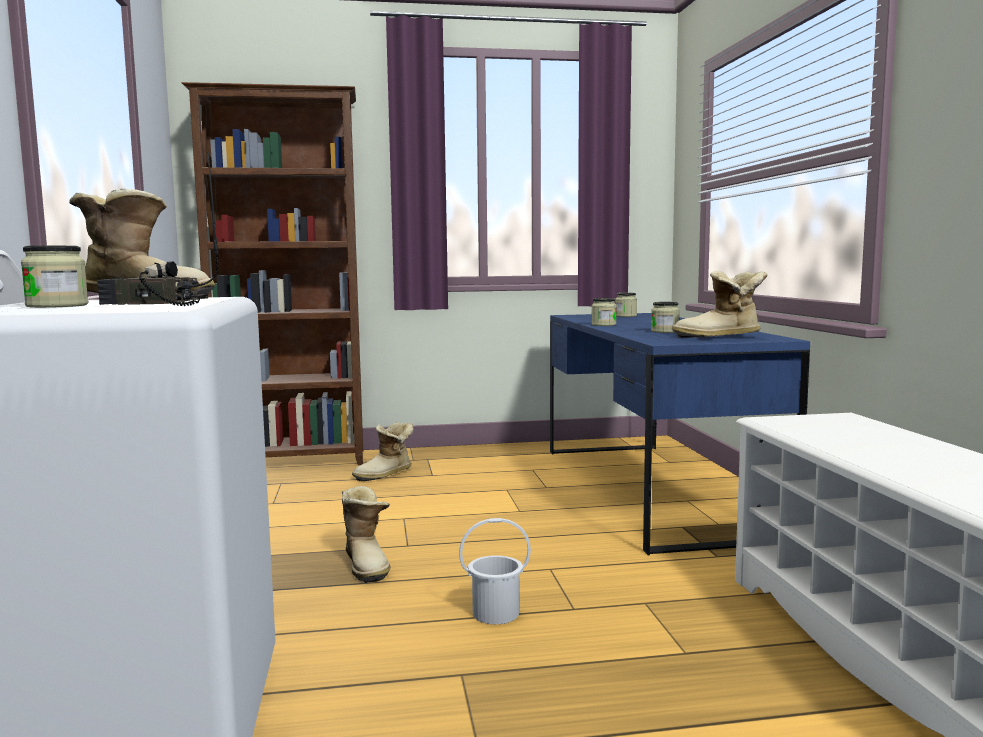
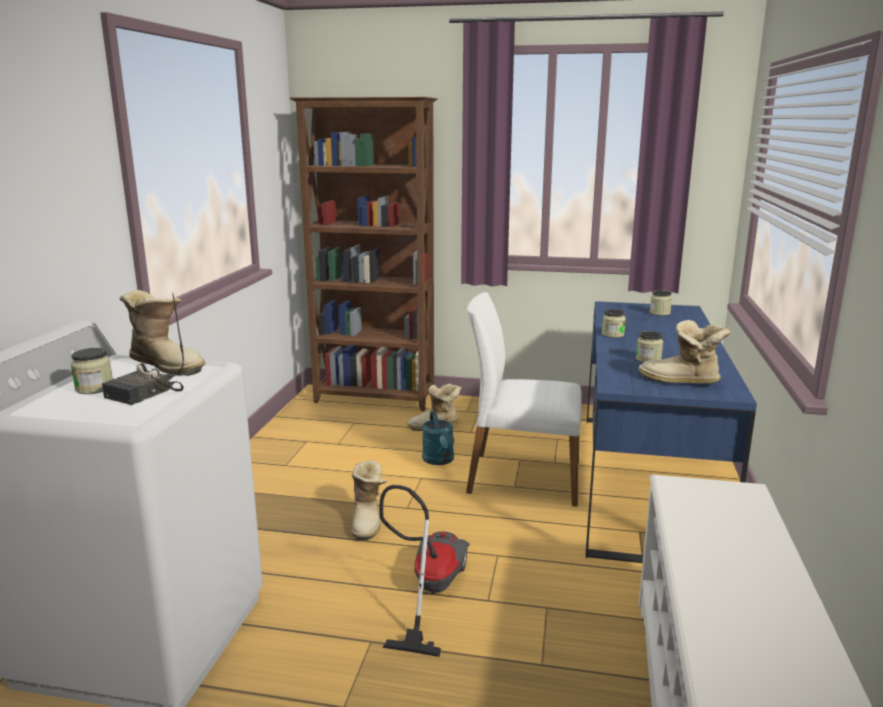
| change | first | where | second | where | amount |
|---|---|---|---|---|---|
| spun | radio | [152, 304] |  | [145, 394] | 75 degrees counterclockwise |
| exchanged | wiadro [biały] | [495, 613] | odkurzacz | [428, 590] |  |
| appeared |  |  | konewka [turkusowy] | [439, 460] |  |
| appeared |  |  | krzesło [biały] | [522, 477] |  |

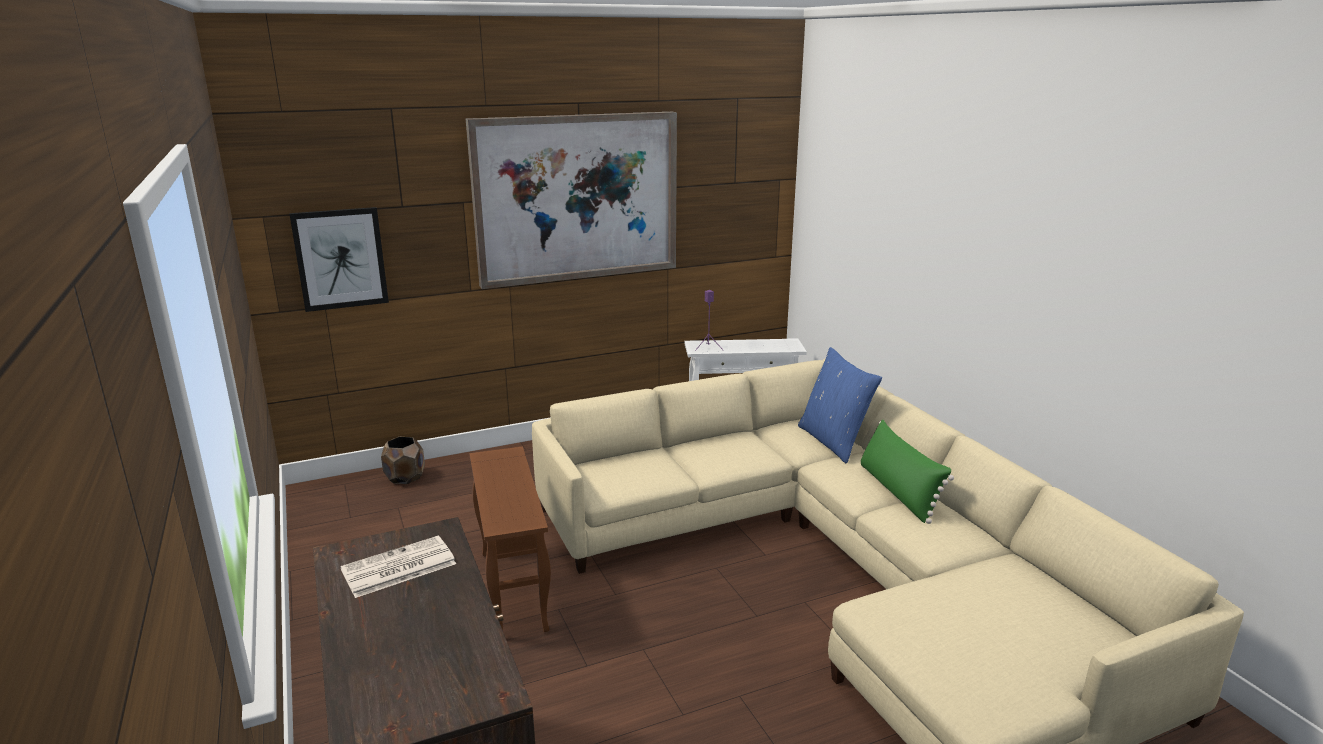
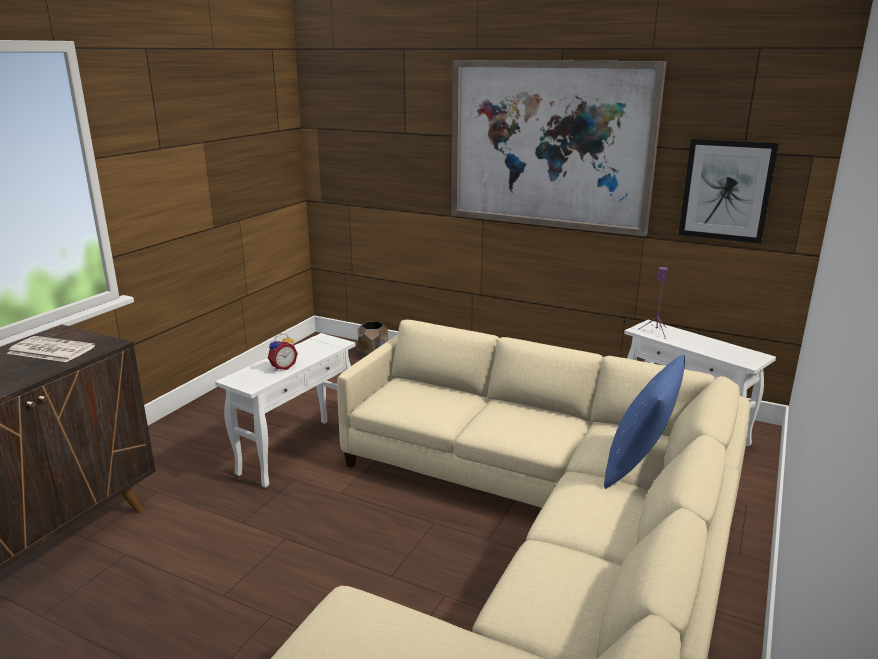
| change | first | where | second | where | amount |
|---|---|---|---|---|---|
| relocated | obraz | [340, 259] |  | [726, 190] |  |
| colour | stolik [brązowy] | [513, 590] | stolik [biały] | [297, 452] |  |
| missing | poduszka [zielony] | [898, 492] |  |  |  |
| appeared |  |  | budzik | [282, 367] |  |

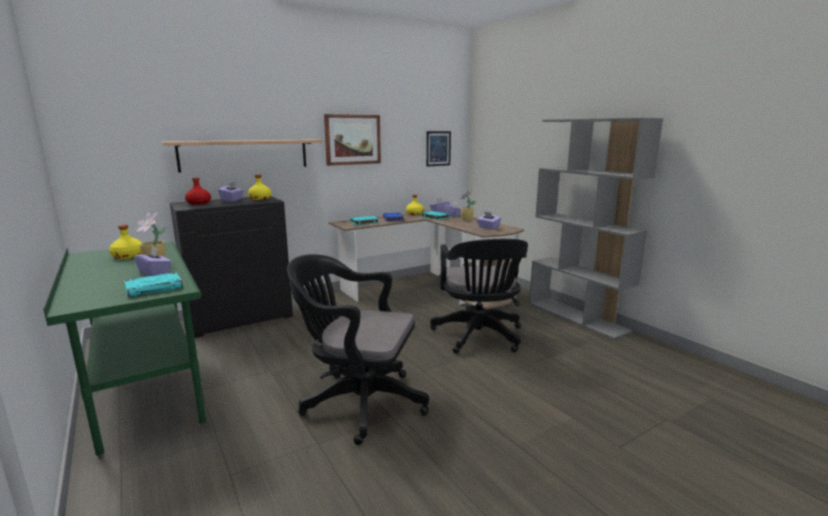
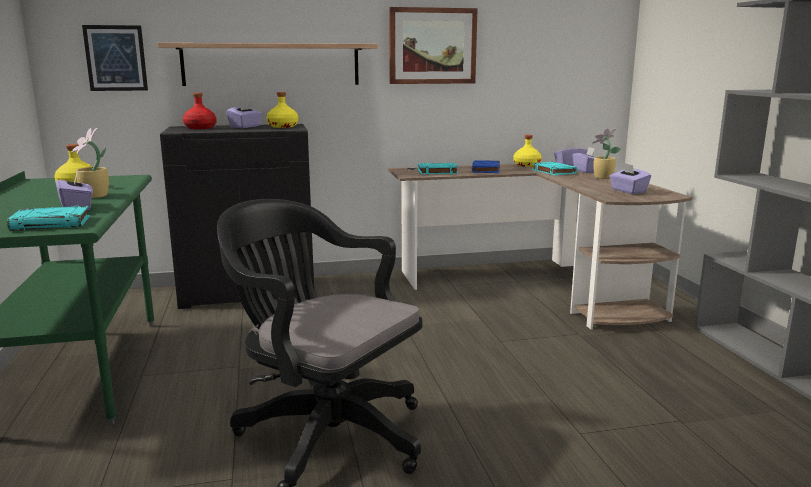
| change | first | where | second | where | amount |
|---|---|---|---|---|---|
| relocated | obraz | [438, 148] |  | [115, 58] |  |
| missing | krzesło biurowe [czarny] | [479, 337] |  |  |  |

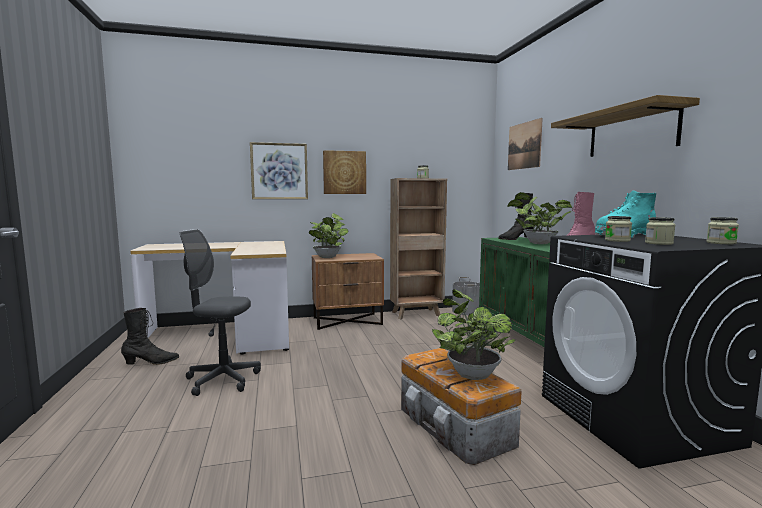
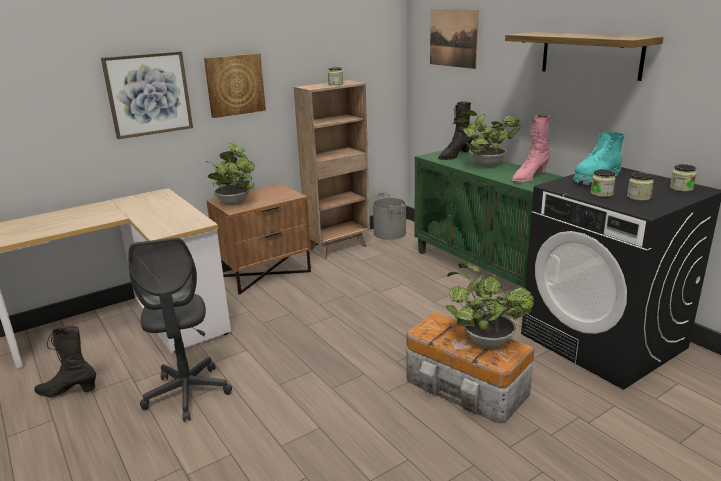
| change | first | where | second | where | amount |
|---|---|---|---|---|---|
| spun | but z cholewką [czarny] | [151, 362] |  | [68, 391] | 135 degrees counterclockwise |
| spun | krzesło biurowe [szary] | [222, 380] |  | [187, 393] | 90 degrees counterclockwise |

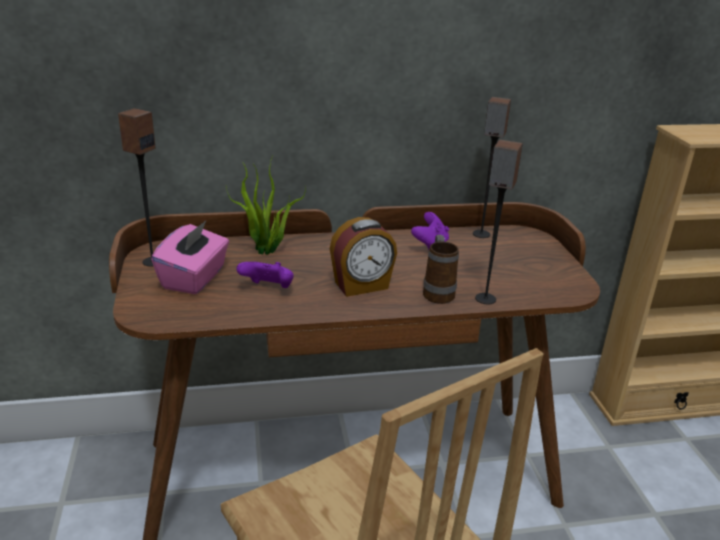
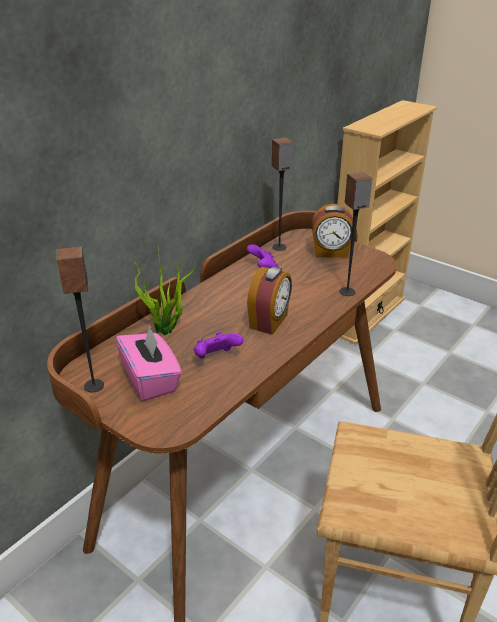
| change | first | where | second | where | amount |
|---|---|---|---|---|---|
| missing | kubek | [437, 292] |  |  |  |
| appeared |  |  | budzik | [331, 252] |  |

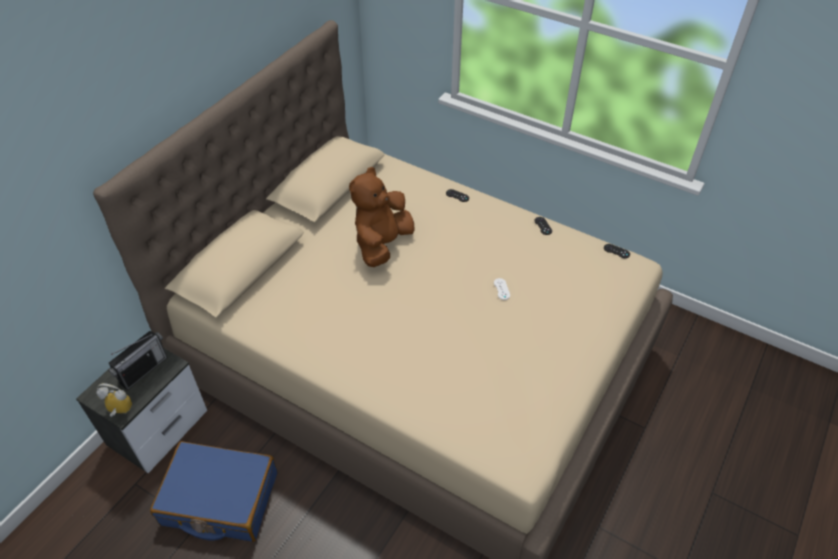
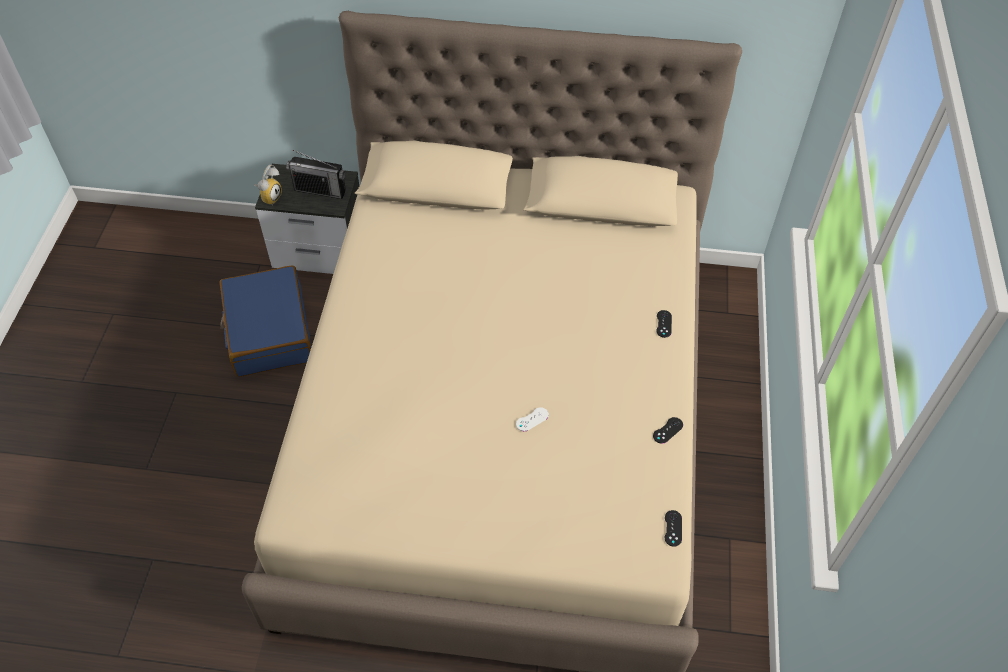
| change | first | where | second | where | amount |
|---|---|---|---|---|---|
| spun | budzik | [118, 412] |  | [270, 197] | 45 degrees clockwise |
| missing | pluszak [brązowy] | [382, 244] |  |  |  |

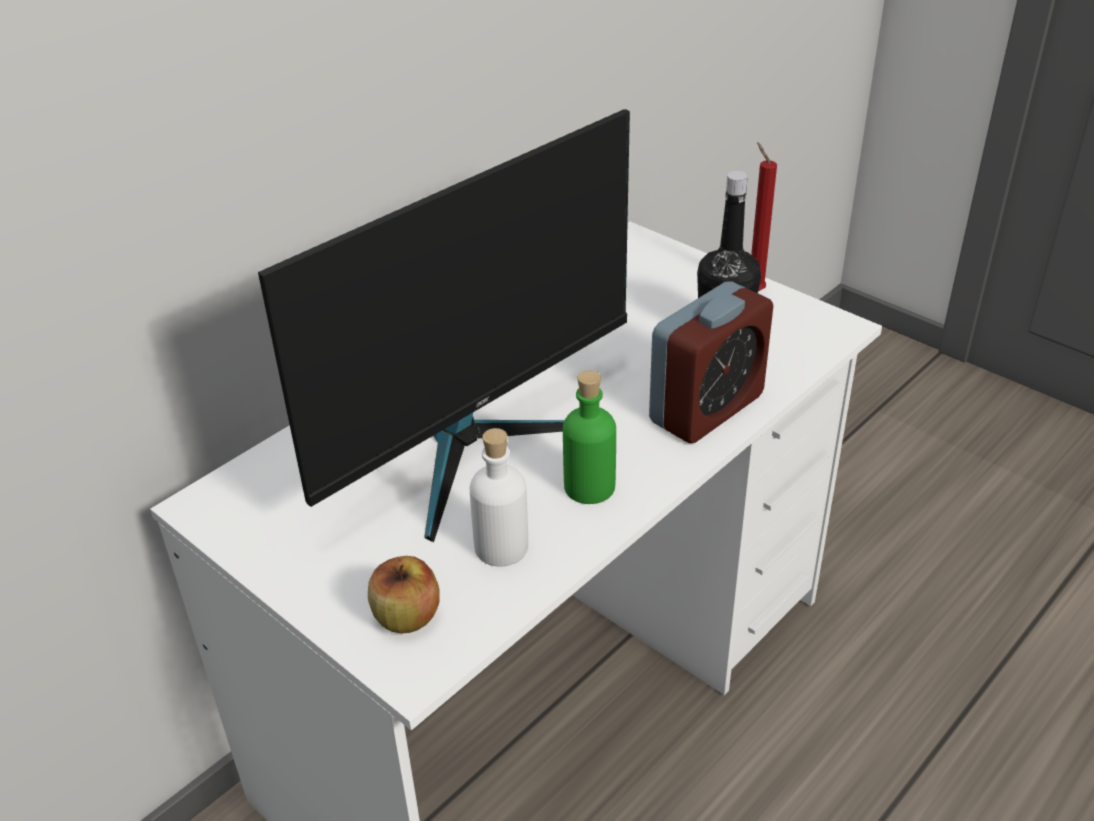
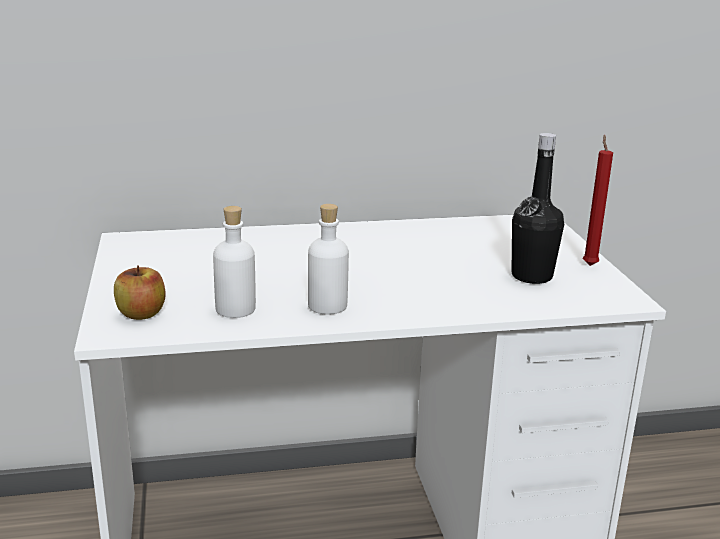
| change | first | where | second | where | amount |
|---|---|---|---|---|---|
| missing | monitor | [477, 445] |  |  |  |
| colour | butelka [zielony] | [589, 487] | butelka [biały] | [327, 306] |  |
| missing | budzik | [706, 409] |  |  |  |

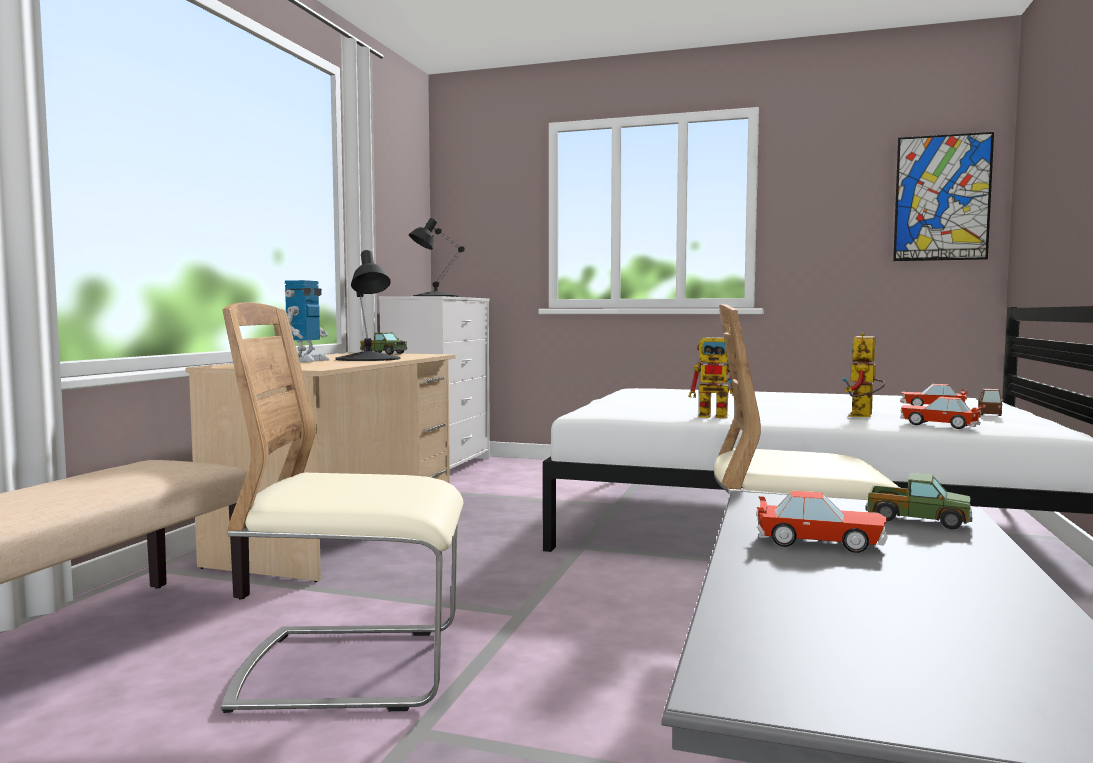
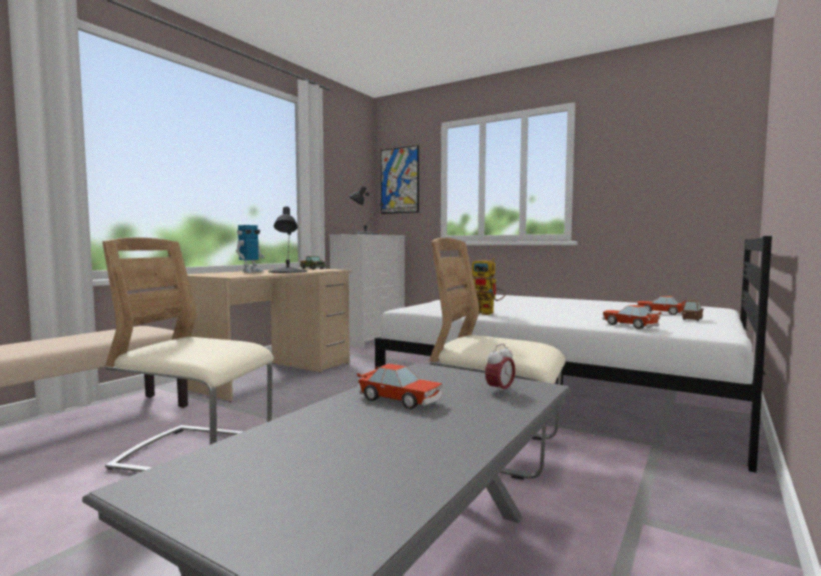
| change | first | where | second | where | amount |
|---|---|---|---|---|---|
| missing | robot zabawkowy | [863, 416] |  |  |  |
| exchanged | ciężarówka zabawkowa | [917, 520] | budzik | [500, 391] |  |
| relocated | obraz | [942, 198] |  | [399, 180] |  |

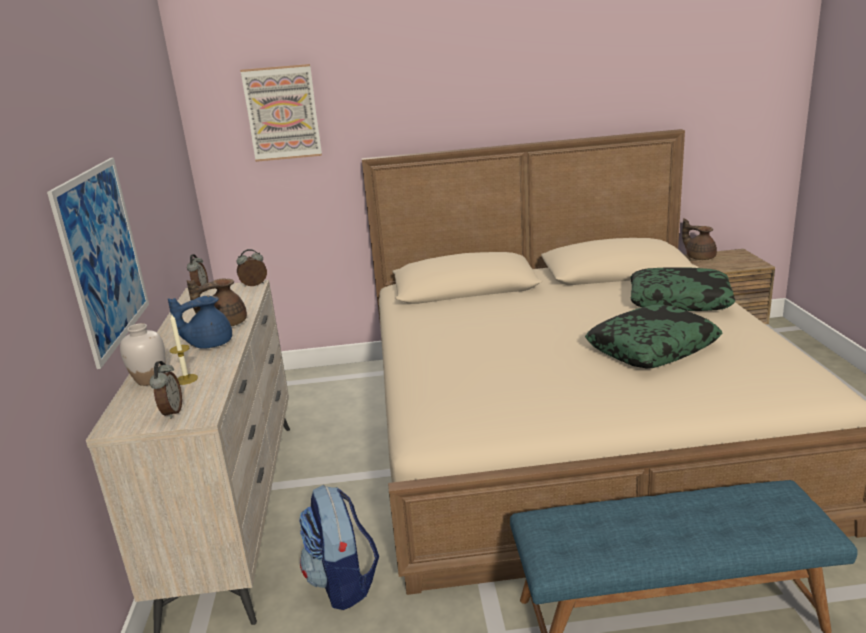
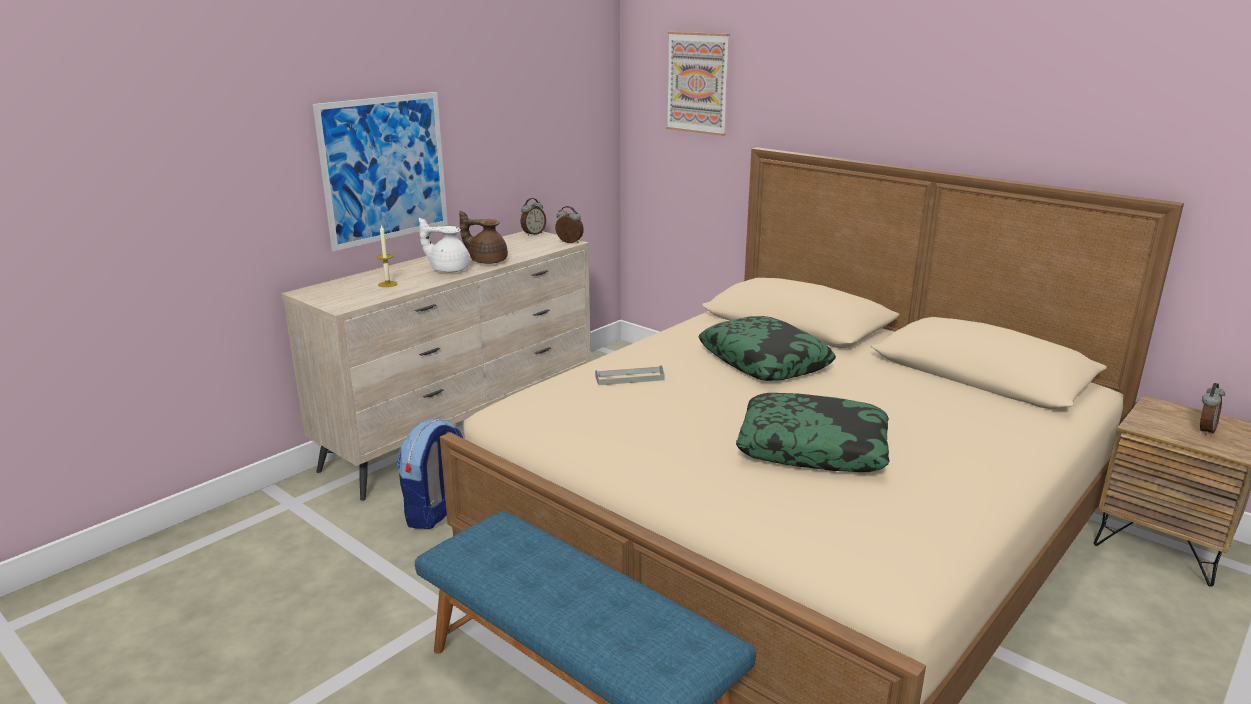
| change | first | where | second | where | amount |
|---|---|---|---|---|---|
| missing | wazon [biały] | [149, 380] |  |  |  |
| relocated | budzik | [171, 412] |  | [1204, 430] |  |
| colour | imbryk [niebieski] | [209, 344] | imbryk [biały] | [448, 269] |  |
| relocated | poduszka | [679, 300] |  | [764, 361] |  |
| missing | imbryk [brązowy] | [699, 257] |  |  |  |
| appeared |  |  | taca [szary] | [629, 378] |  |

